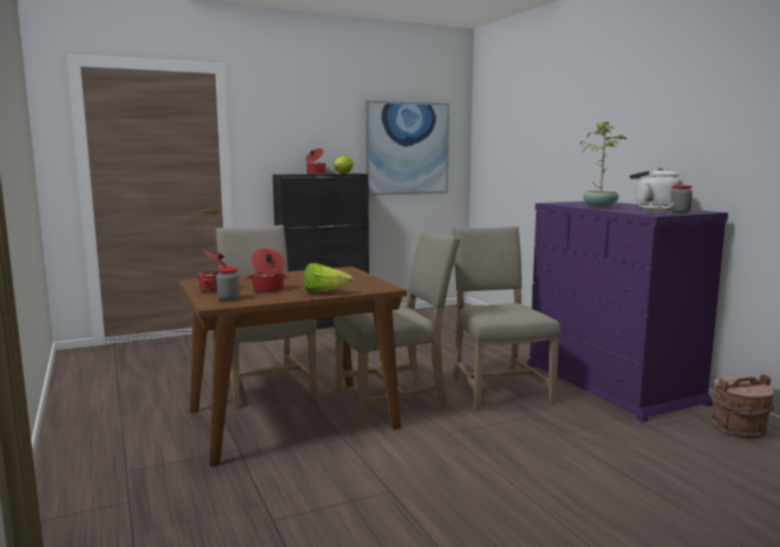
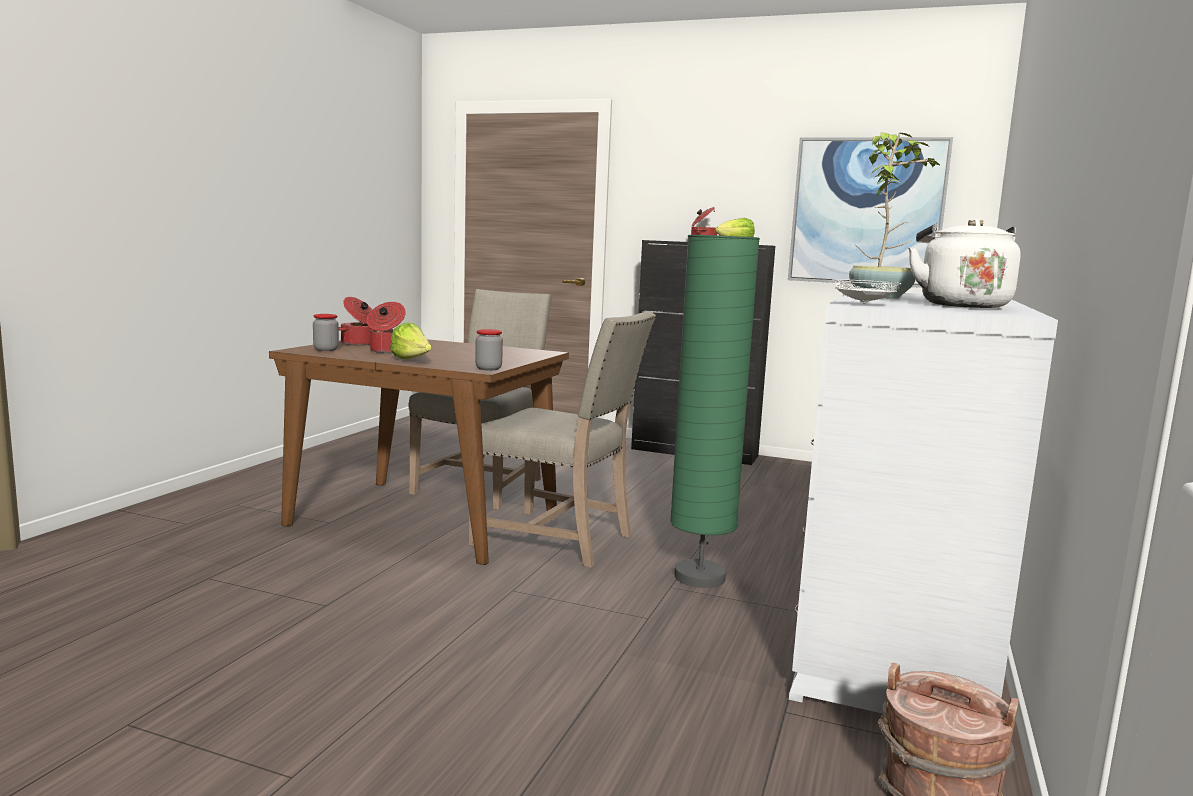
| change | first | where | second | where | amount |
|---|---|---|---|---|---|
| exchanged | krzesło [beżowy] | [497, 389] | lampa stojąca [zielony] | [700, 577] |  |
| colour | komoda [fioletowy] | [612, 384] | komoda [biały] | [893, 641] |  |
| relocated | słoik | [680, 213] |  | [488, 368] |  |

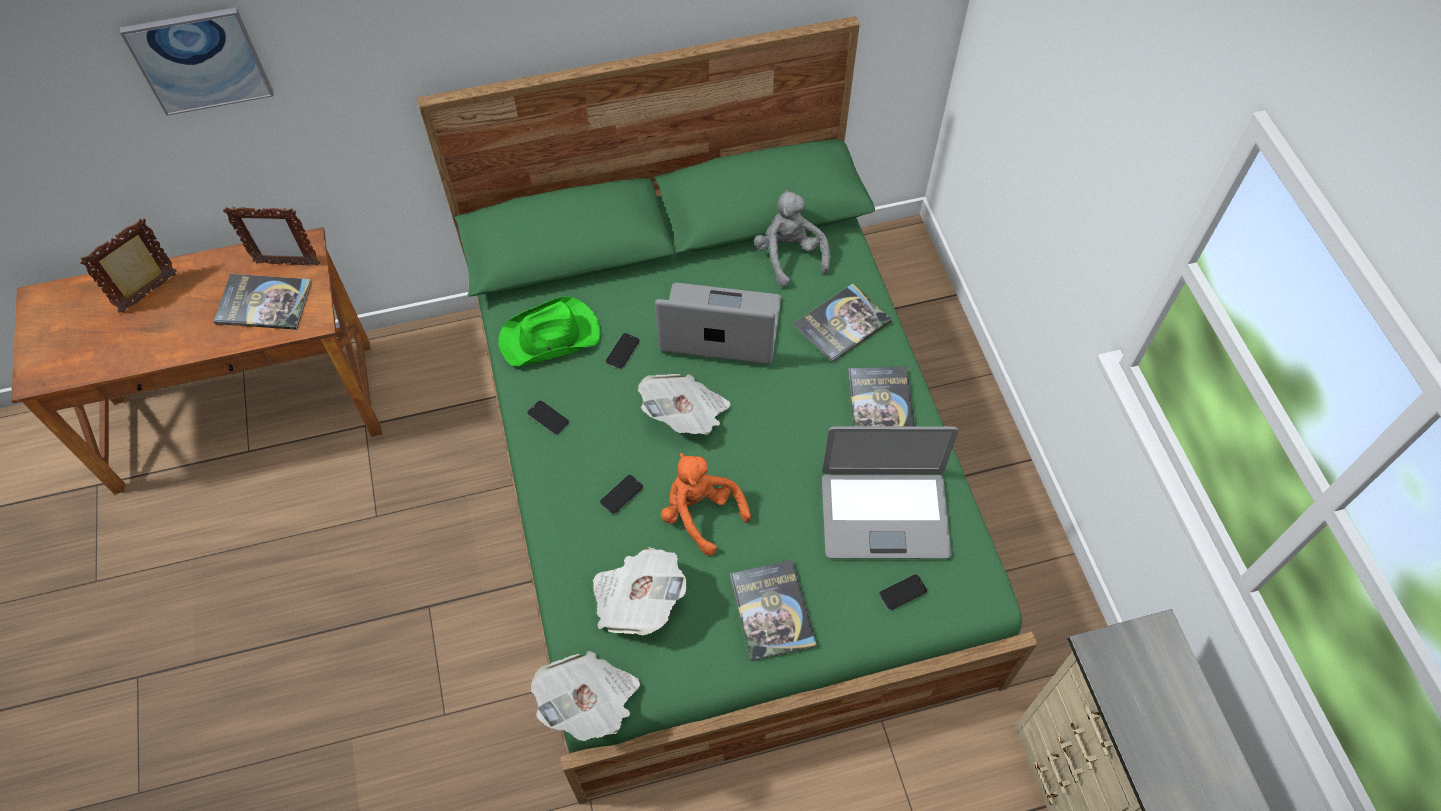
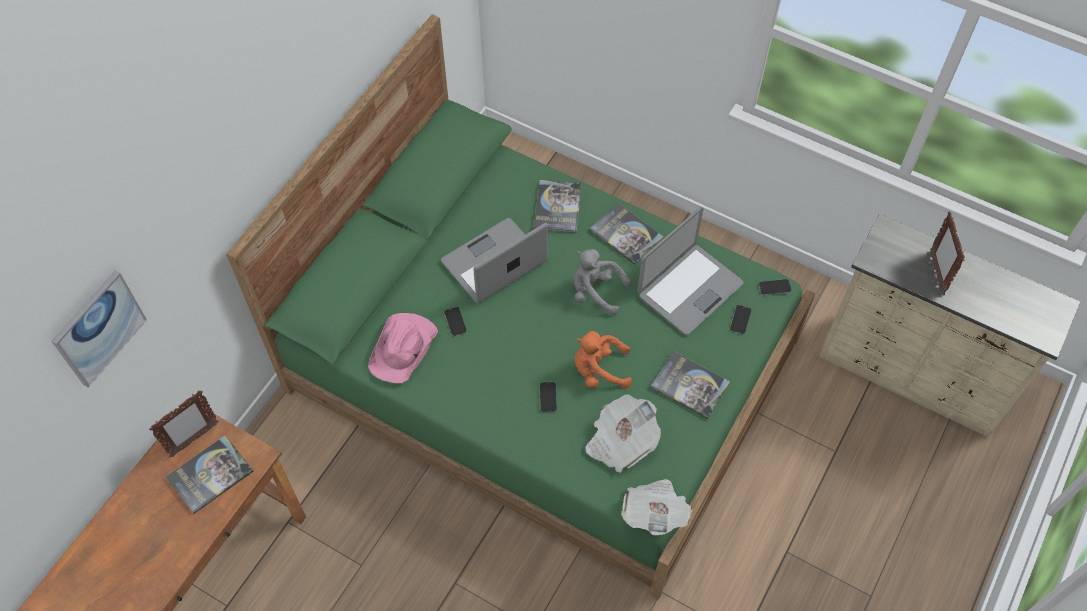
| change | first | where | second | where | amount |
|---|---|---|---|---|---|
| relocated | ramka na zdjęcie | [150, 293] |  | [936, 272] |  |
| colour | kapelusz [zielony] | [551, 337] | kapelusz [różowy] | [404, 348] |  |
| relocated | telefon | [548, 418] |  | [774, 287] |  |
| missing | gazeta | [686, 415] |  |  |  |
| relocated | pluszak [szary] | [789, 256] |  | [595, 292] |  |

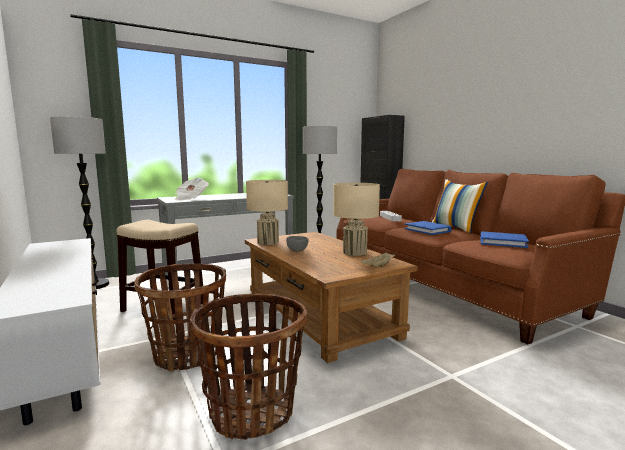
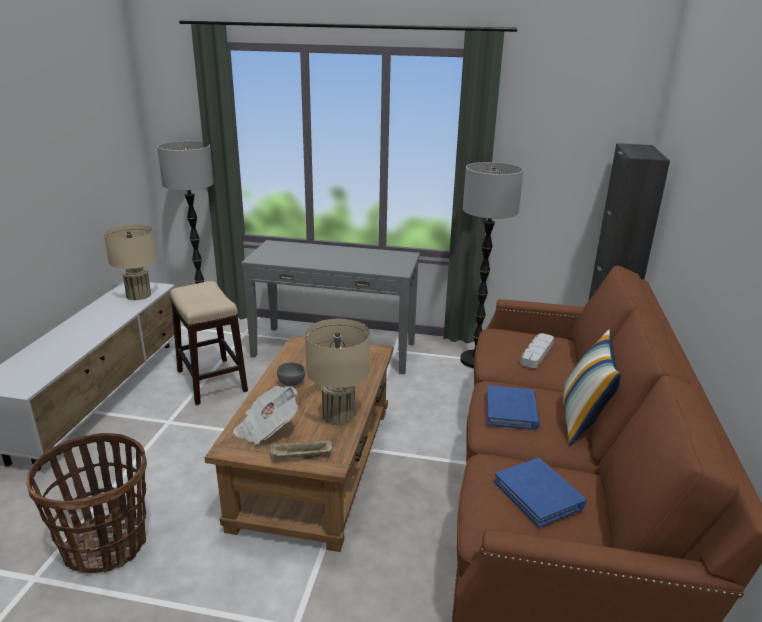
| change | first | where | second | where | amount |
|---|---|---|---|---|---|
| missing | koszyk | [187, 354] |  |  |  |
| relocated | gazeta | [190, 198] |  | [266, 428] |  |
| relocated | lampa stołowa [beżowy] | [268, 242] |  | [138, 295] |  |

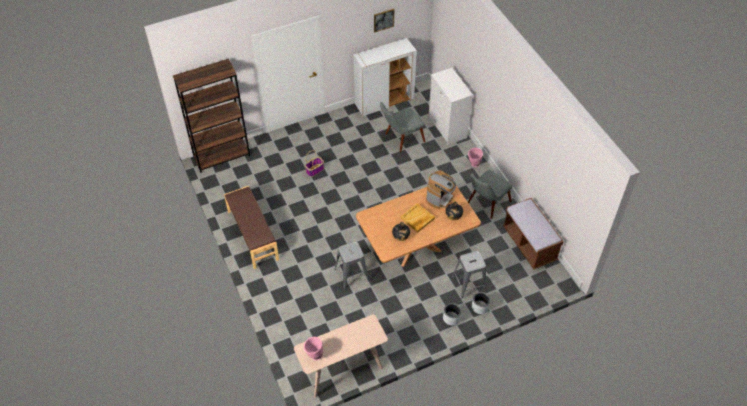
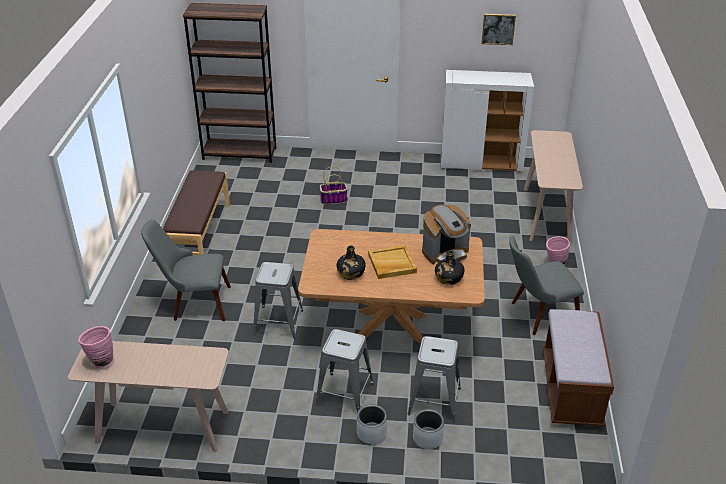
| change | first | where | second | where | amount |
|---|---|---|---|---|---|
| relocated | krzesło [szary] | [400, 139] |  | [193, 303] |  |
| exchanged | komoda [biały] | [447, 128] | stolik konsolowy [beżowy] | [547, 214] |  |
| appeared |  |  | stołek [szary] | [345, 394] |  |

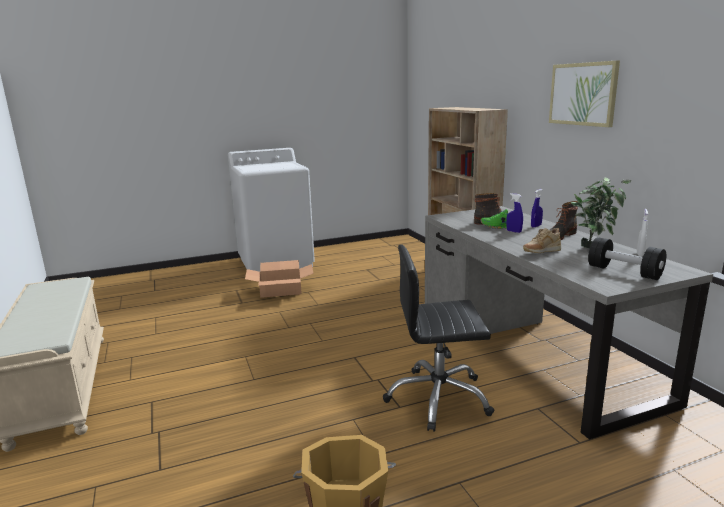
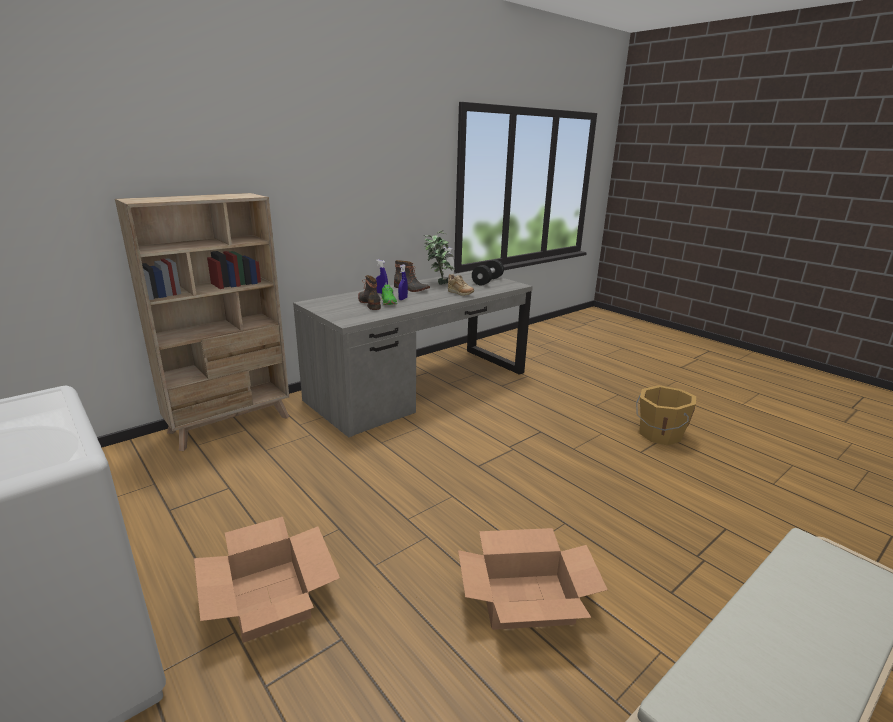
| change | first | where | second | where | amount |
|---|---|---|---|---|---|
| missing | krzesło biurowe [czarny] | [438, 398] |  |  |  |
| missing | obraz | [583, 94] |  |  |  |
| appeared |  |  | karton | [526, 600] |  |

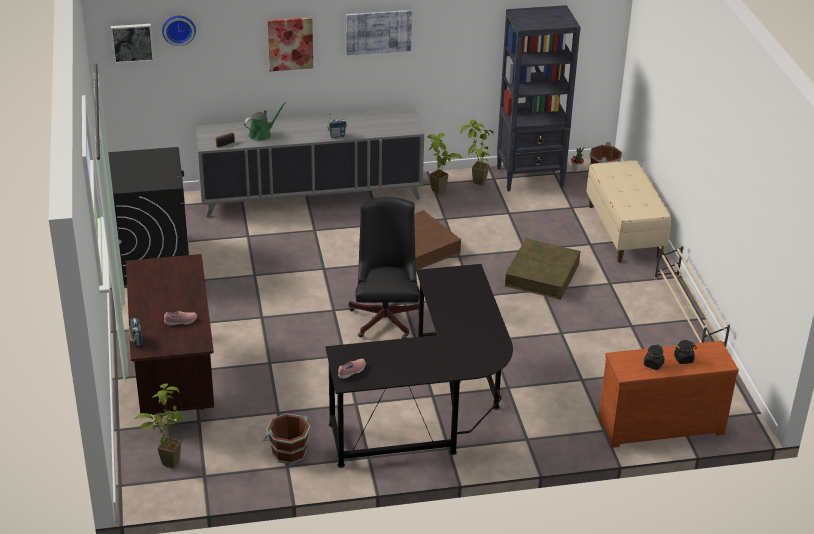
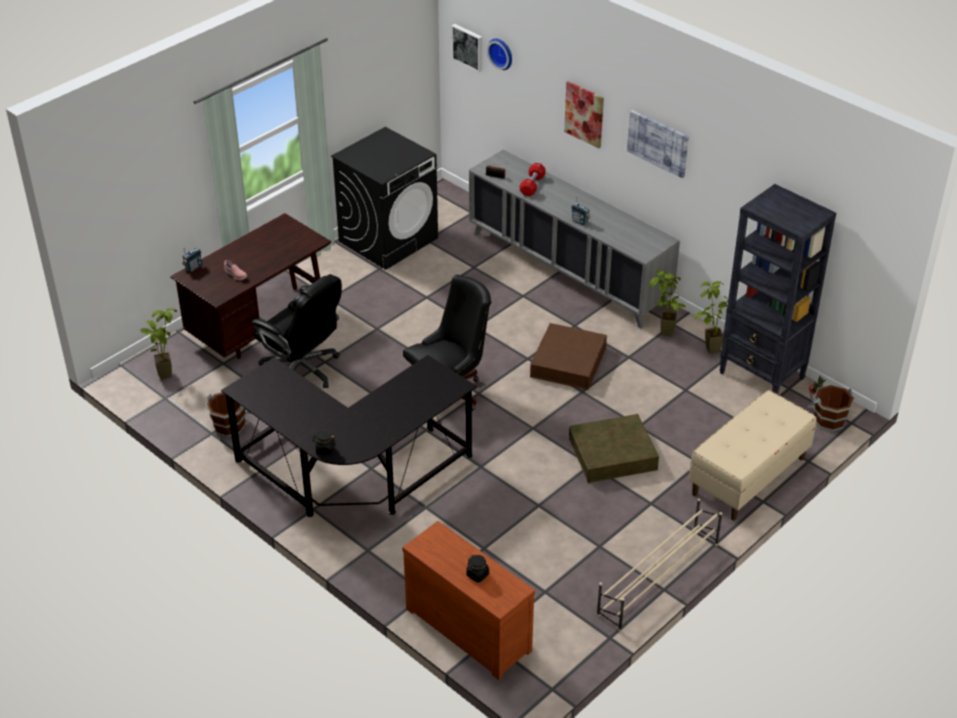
| change | first | where | second | where | amount |
|---|---|---|---|---|---|
| exchanged | konewka [zielony] | [262, 134] | hantel [czerwony] | [532, 185] |  |
| missing | but [różowy] | [352, 372] |  |  |  |
| relocated | słoik [czarny] | [653, 364] |  | [324, 449] |  |
| appeared |  |  | krzesło biurowe [czarny] | [302, 370] |  |

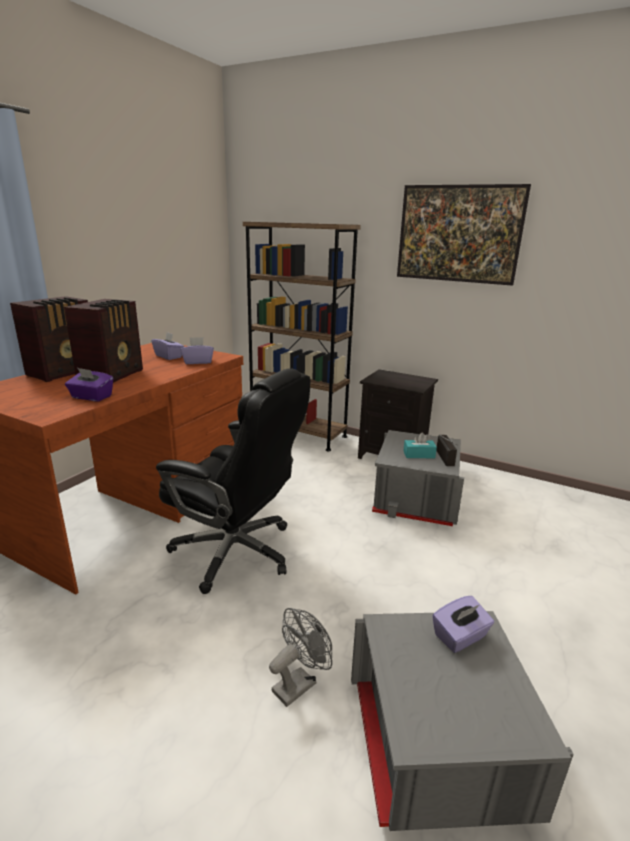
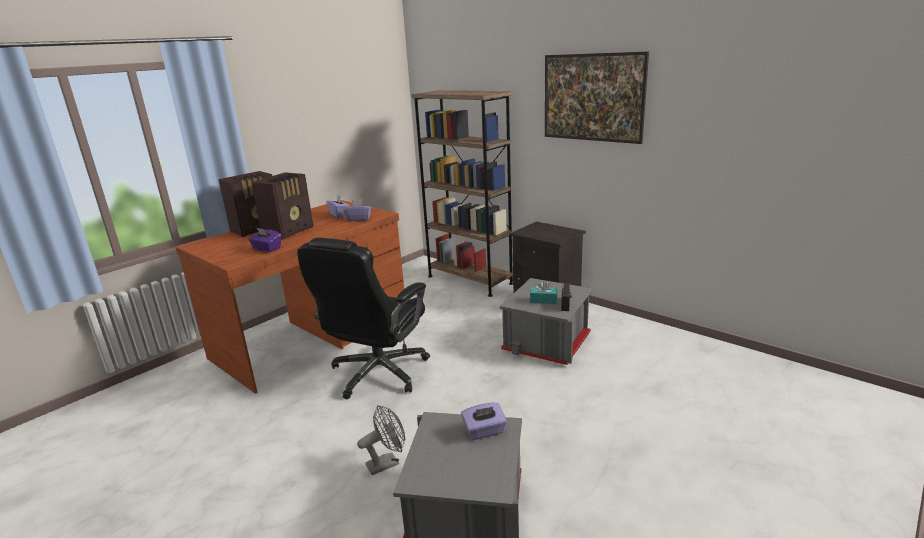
| change | first | where | second | where | amount |
|---|---|---|---|---|---|
| spun | krzesło biurowe [czarny] | [236, 552] |  | [378, 373] | 75 degrees clockwise |

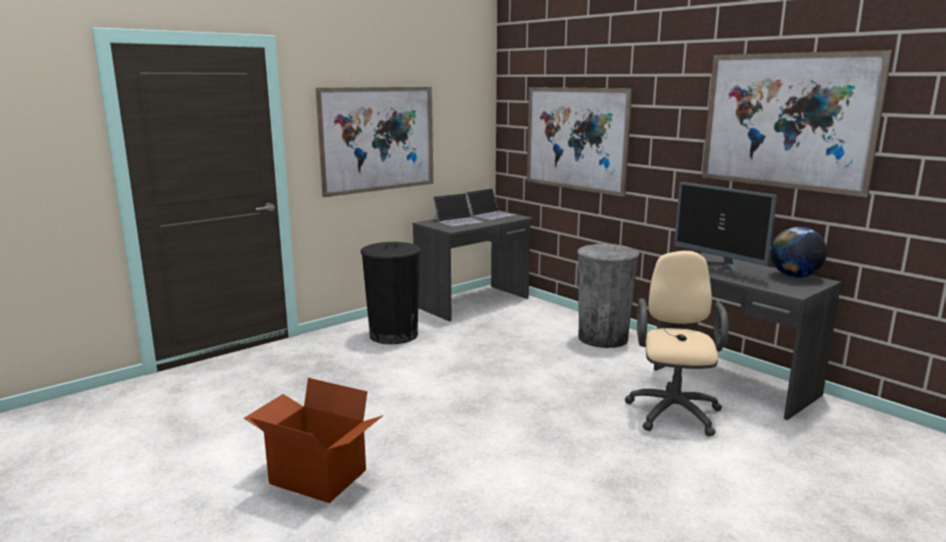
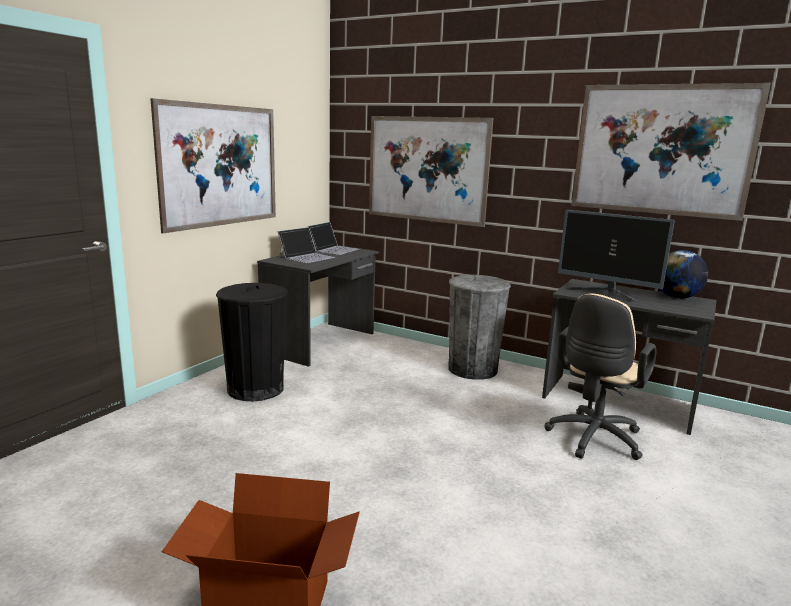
| change | first | where | second | where | amount |
|---|---|---|---|---|---|
| spun | krzesło biurowe [beżowy] | [673, 410] |  | [592, 440] | 135 degrees counterclockwise |

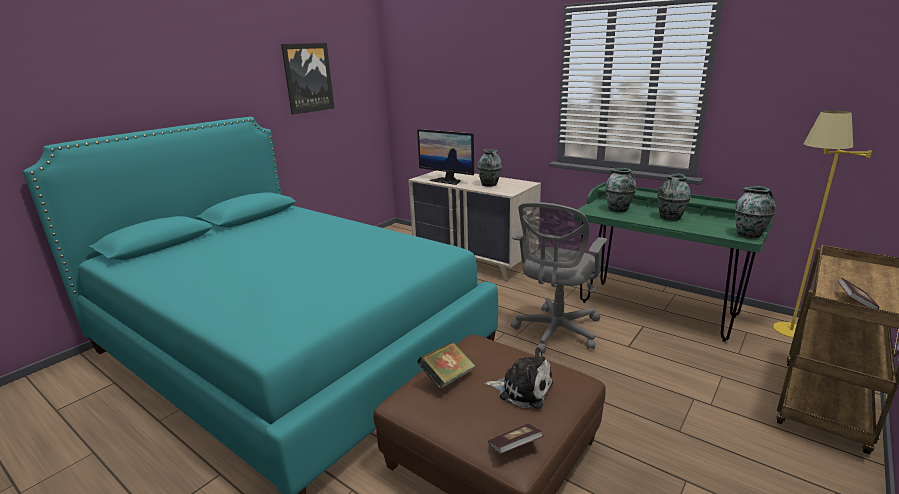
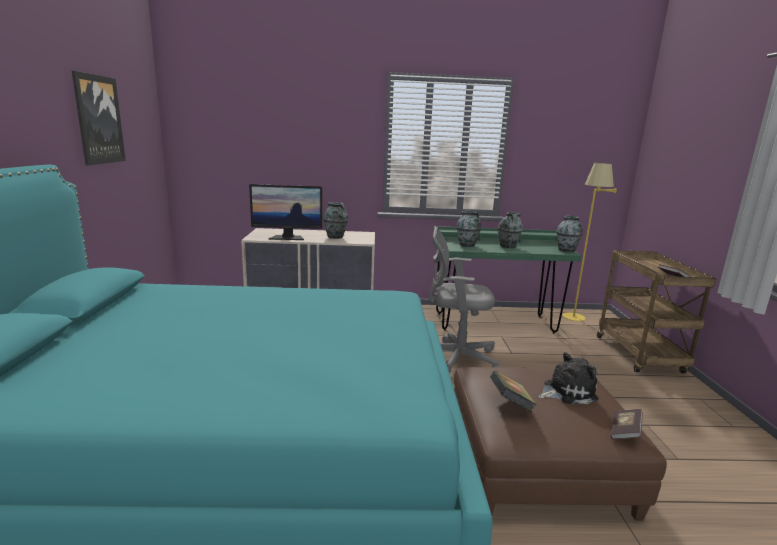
| change | first | where | second | where | amount |
|---|---|---|---|---|---|
| spun | krzesło biurowe [szary] | [555, 332] |  | [455, 358] | 105 degrees clockwise |

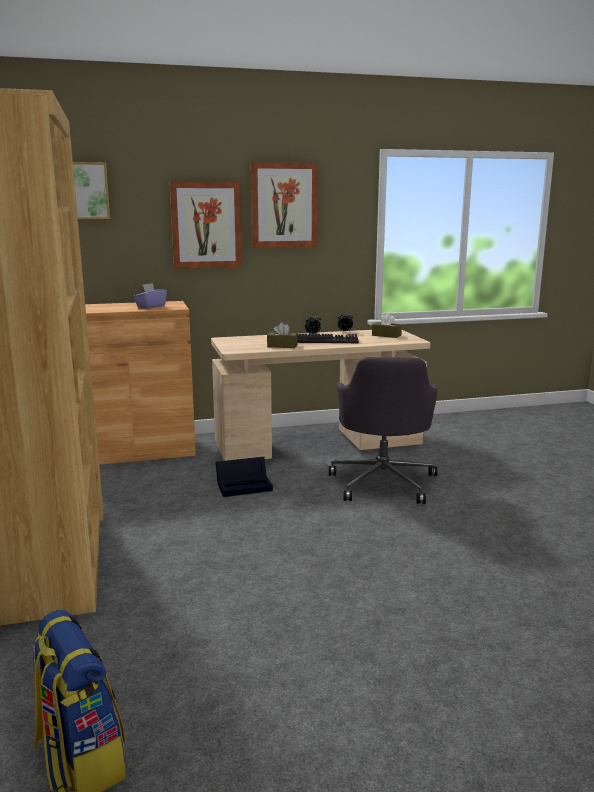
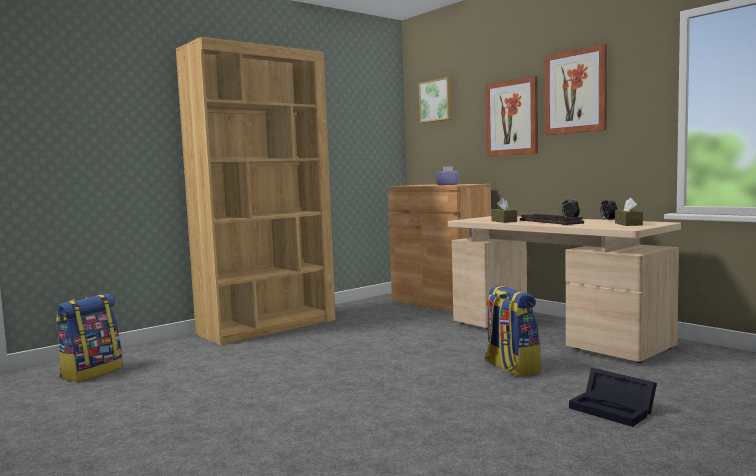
| change | first | where | second | where | amount |
|---|---|---|---|---|---|
| relocated | pojemnik do przechowywania [czarny] | [245, 485] |  | [614, 410] |  |
| exchanged | krzesło biurowe [szary] | [383, 482] | plecak | [510, 367] |  |

